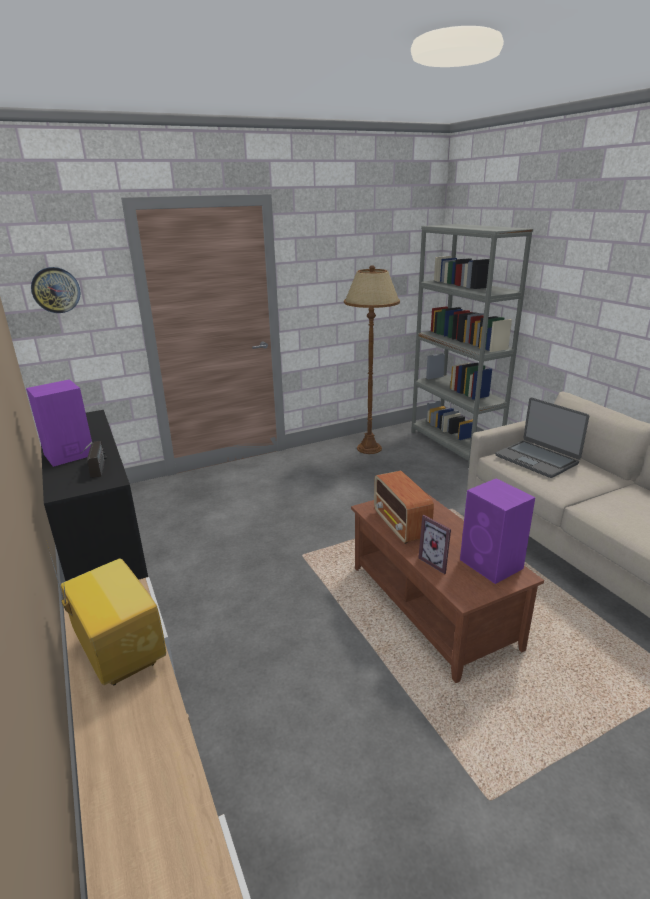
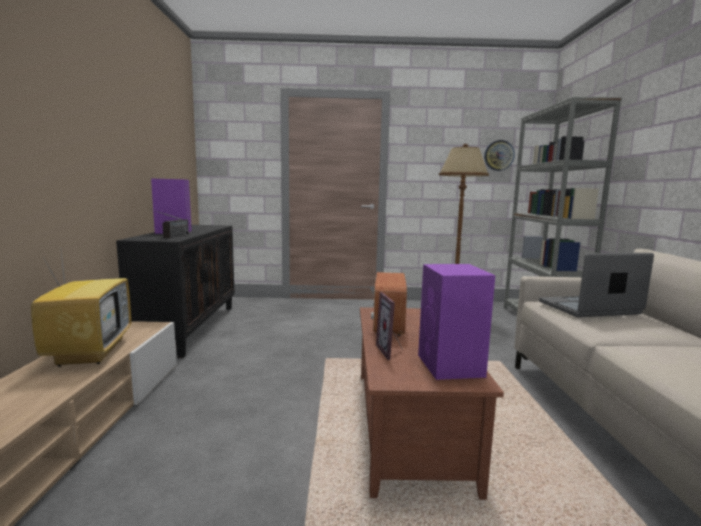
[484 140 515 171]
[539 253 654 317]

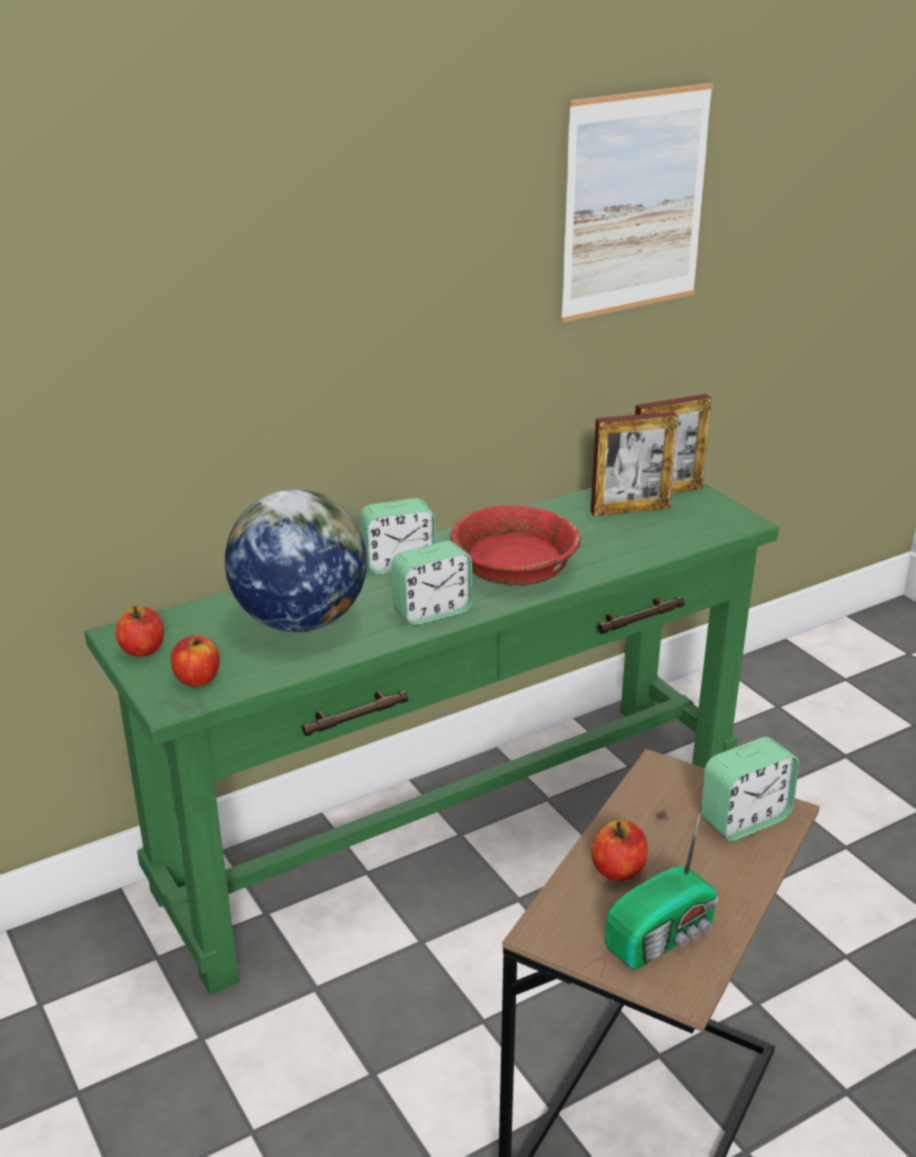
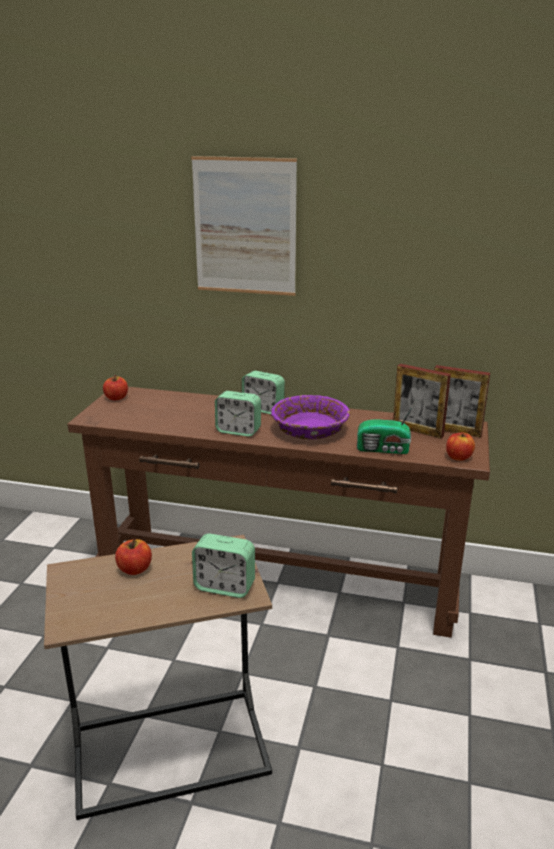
[67 387 490 638]
[446 433 475 461]
[225 489 367 632] (first image)
[271 395 350 439]
[191 156 297 296]
[357 400 417 454]

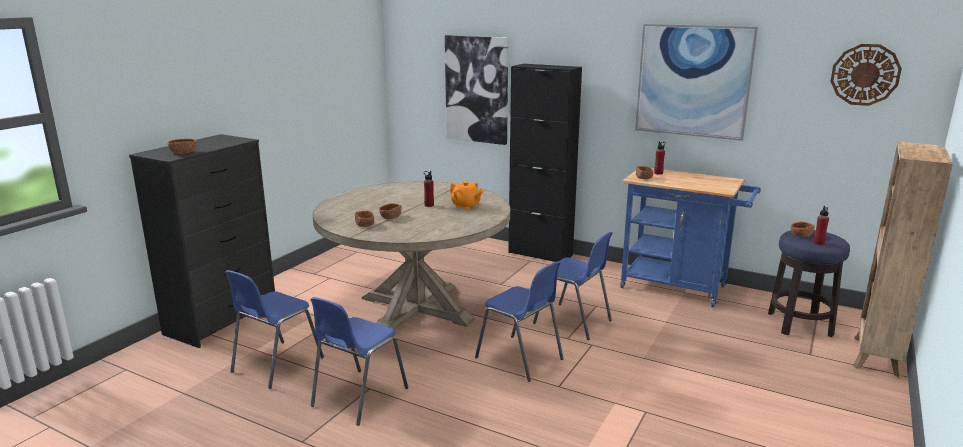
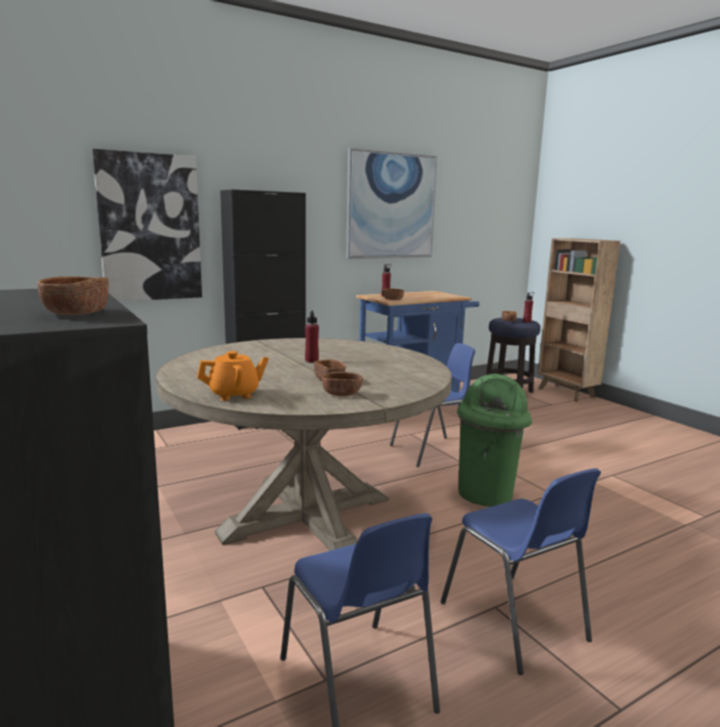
[197 351 269 401]
[457 374 532 507]
[830 44 902 106] (first image)

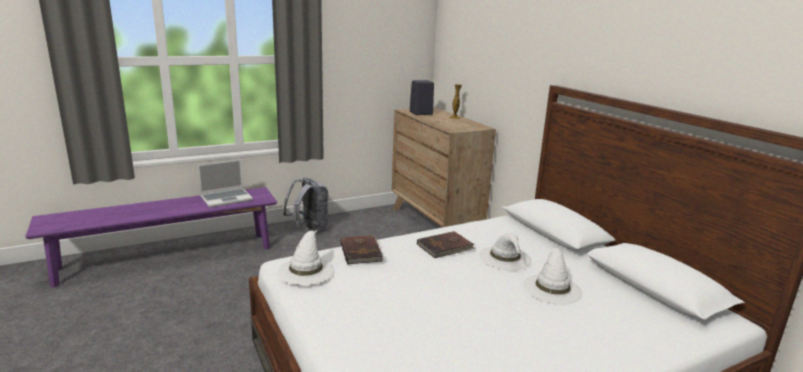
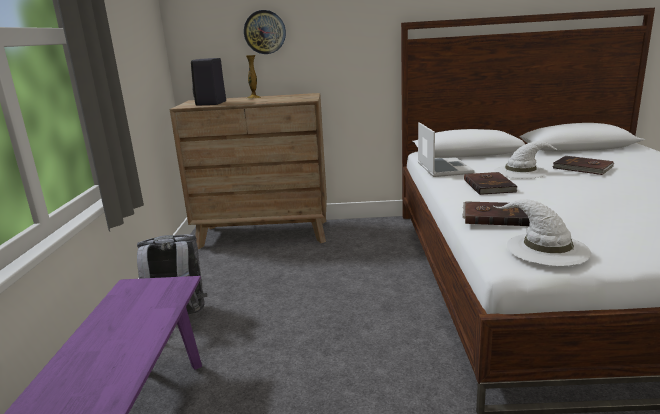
[418 122 475 177]
[552 156 614 175]
[244 10 286 54]

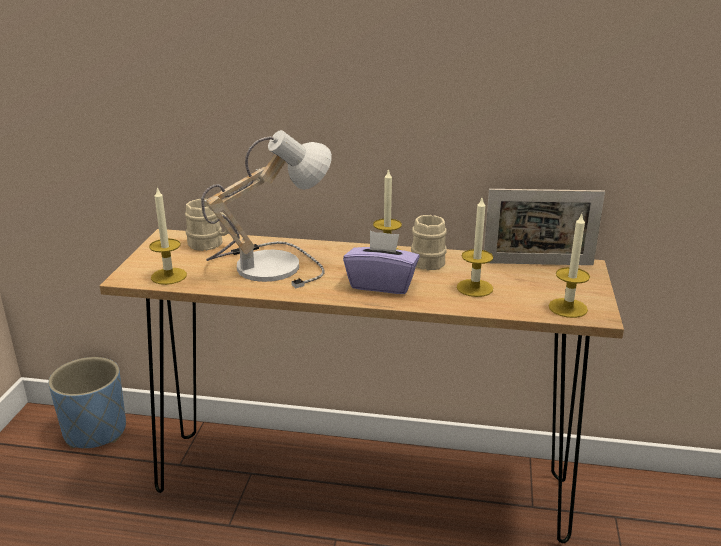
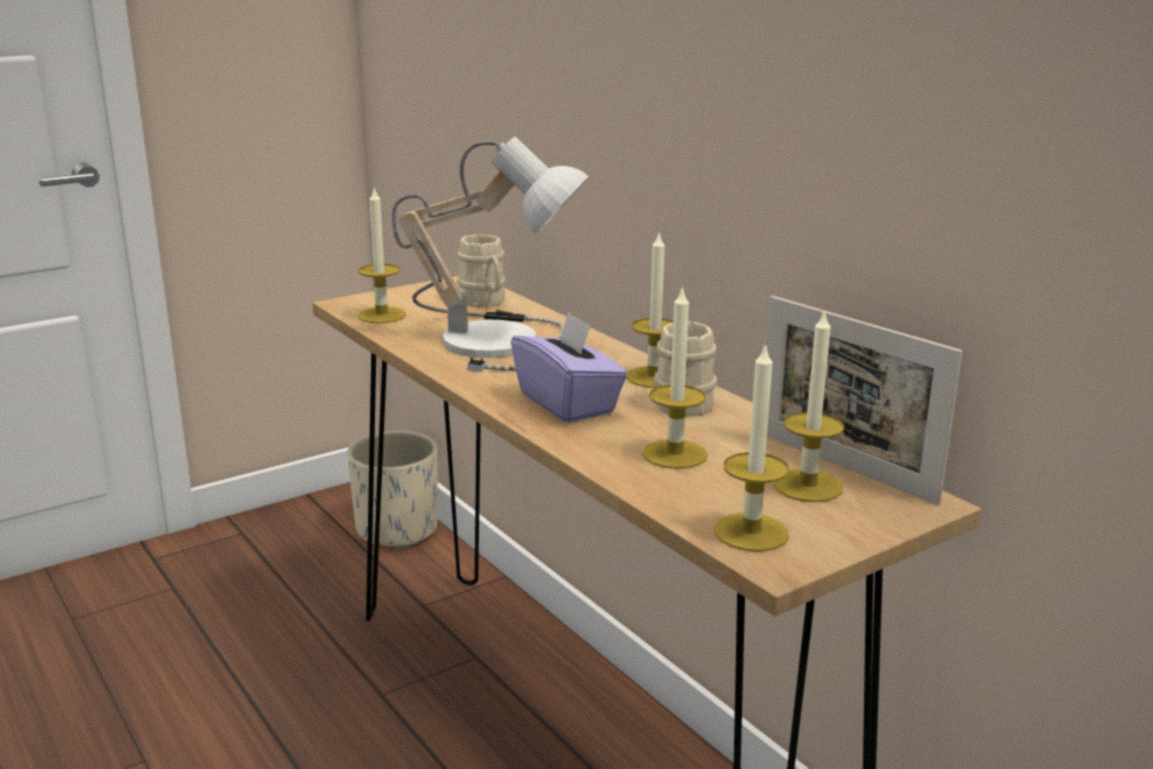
[347 431 438 550]
[773 308 844 502]

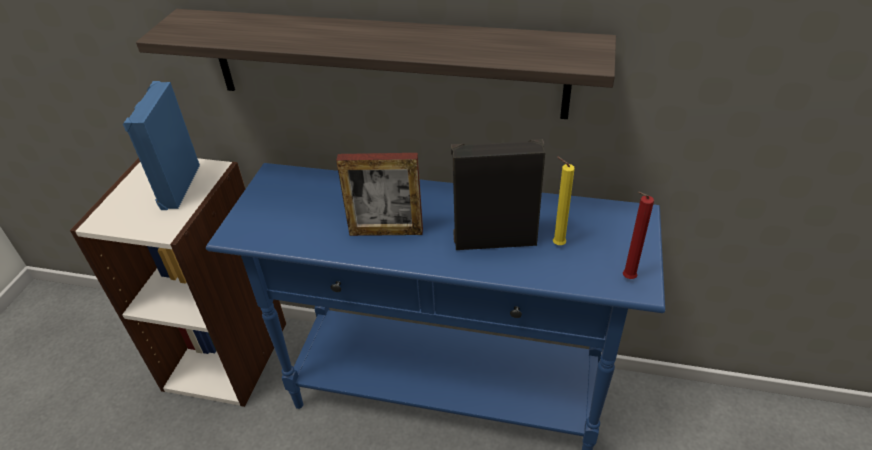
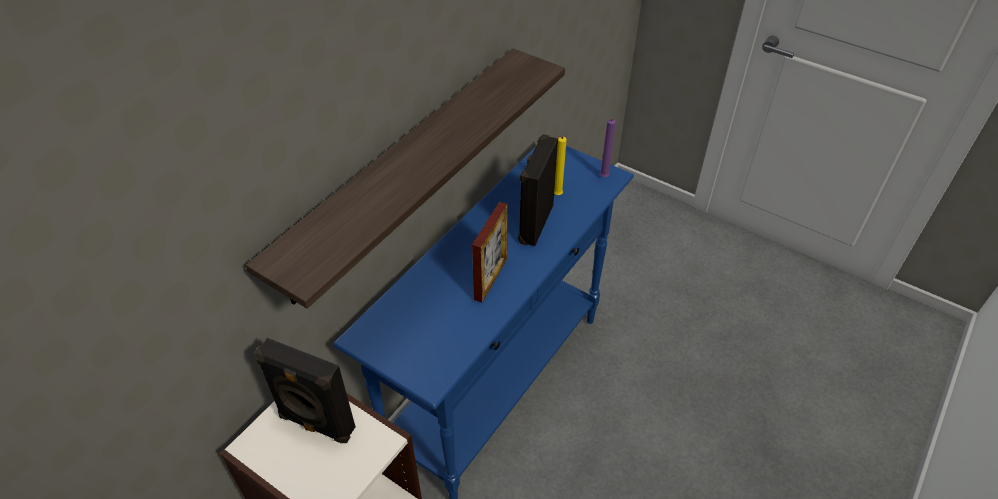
[254 338 355 443]
[600 119 616 177]

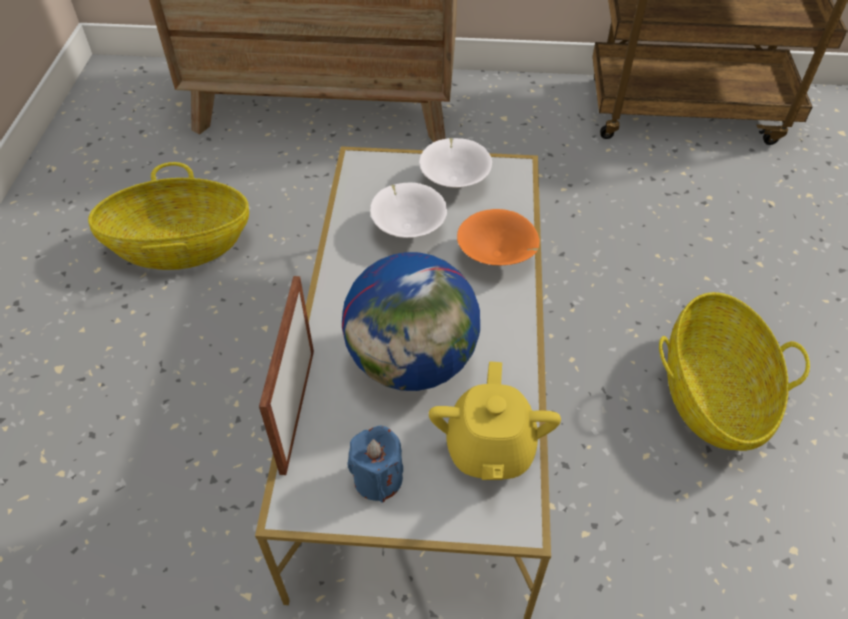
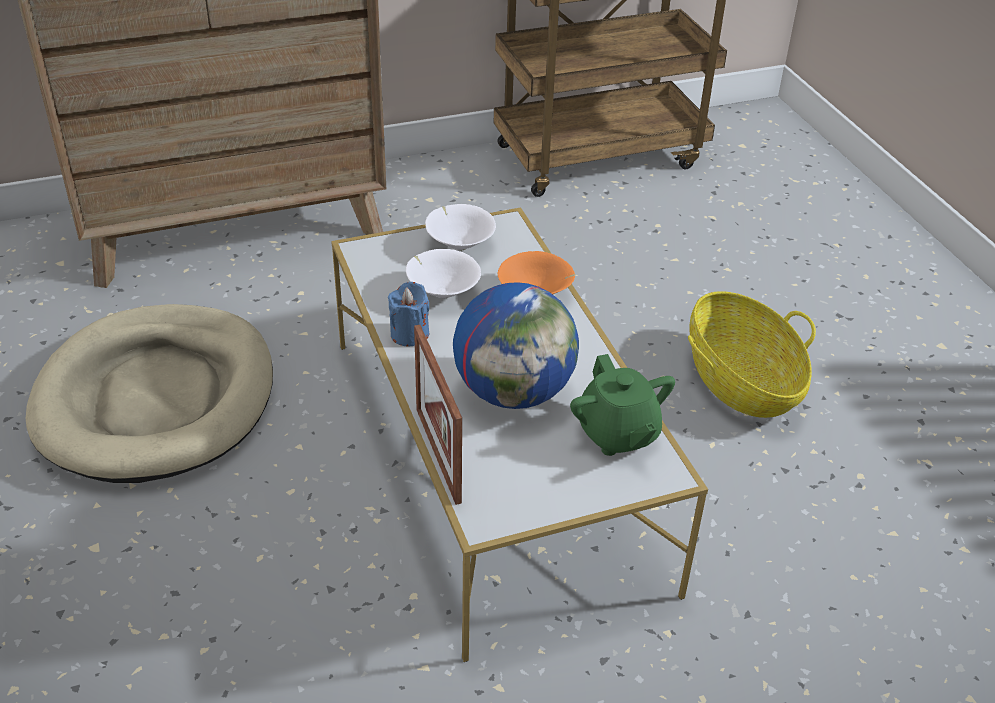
[26 304 273 483]
[388 282 429 346]
[570 354 675 456]

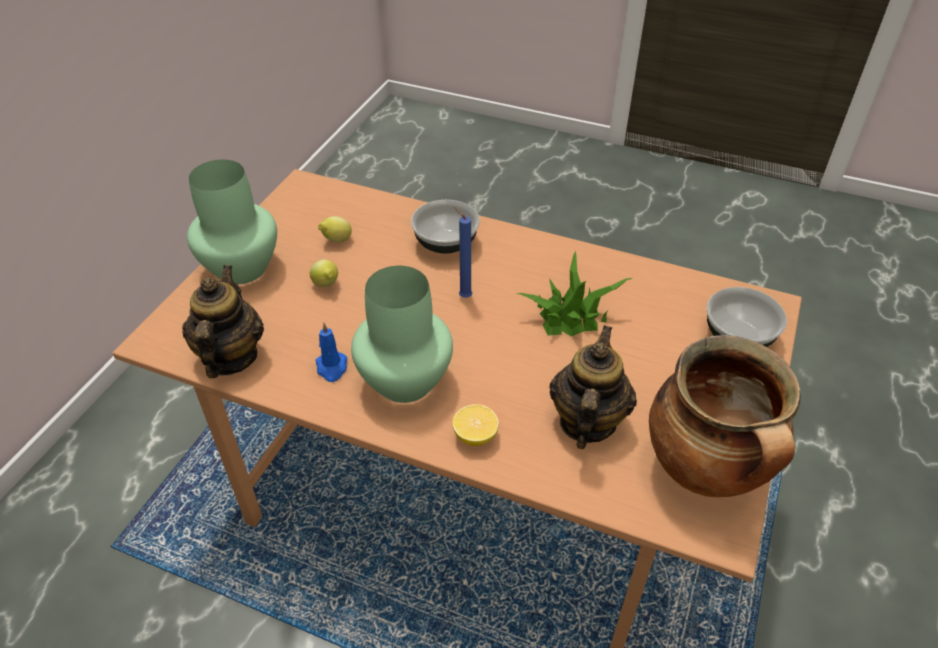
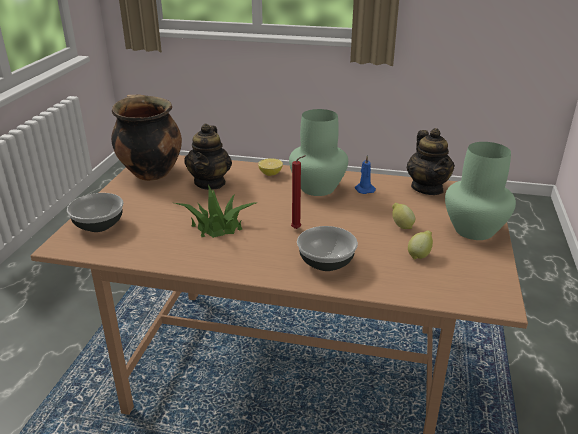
[291 156 305 229]

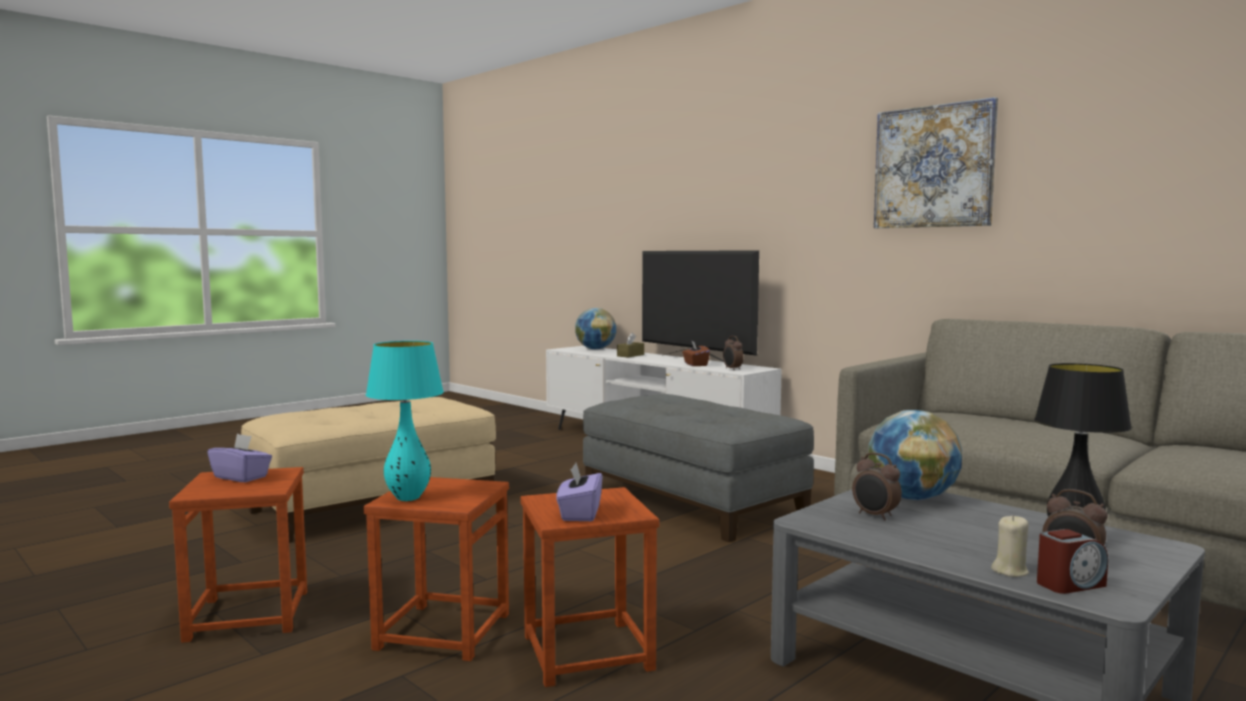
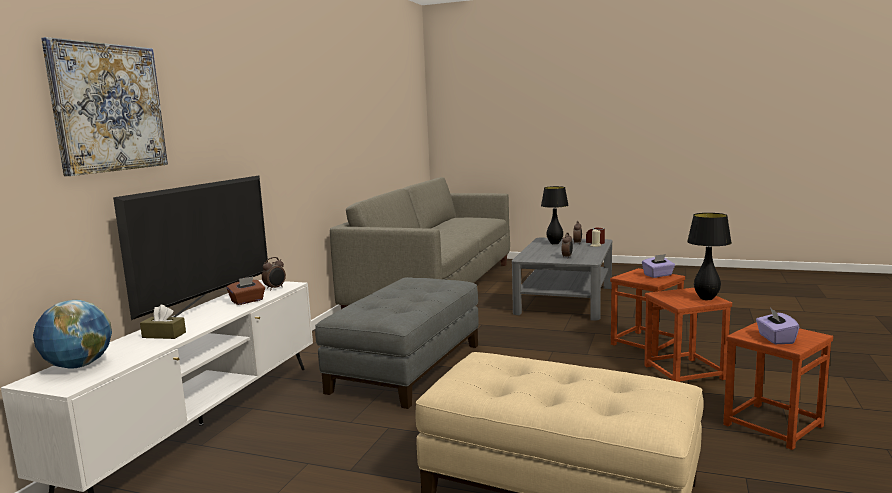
[687 213 732 300]
[868 410 962 500] (first image)
[41 37 168 176]

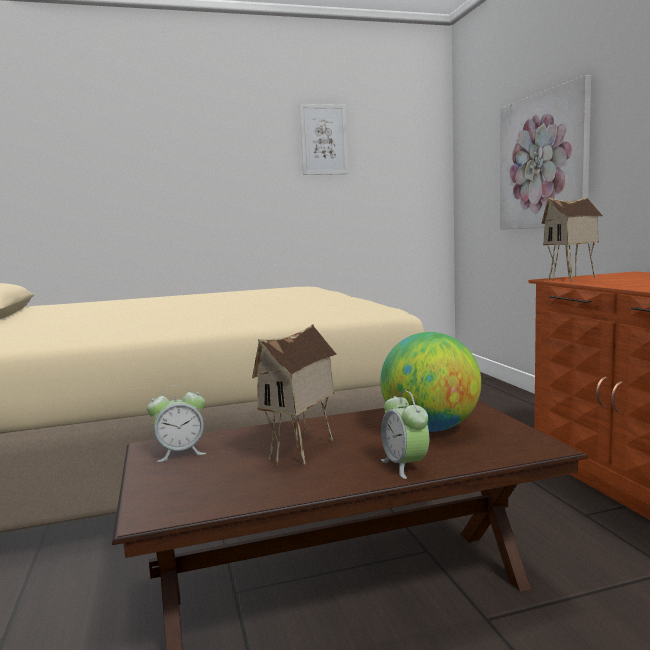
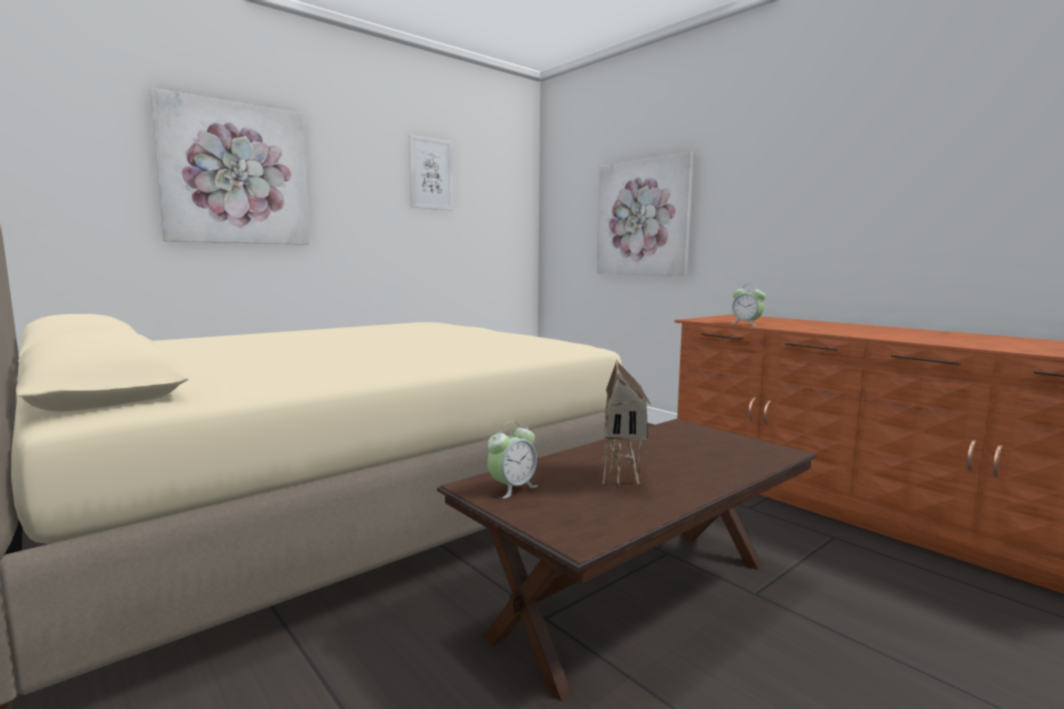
[380 332 481 432] (first image)
[730 284 766 326]
[541 197 603 281] (first image)
[149 88 310 245]

